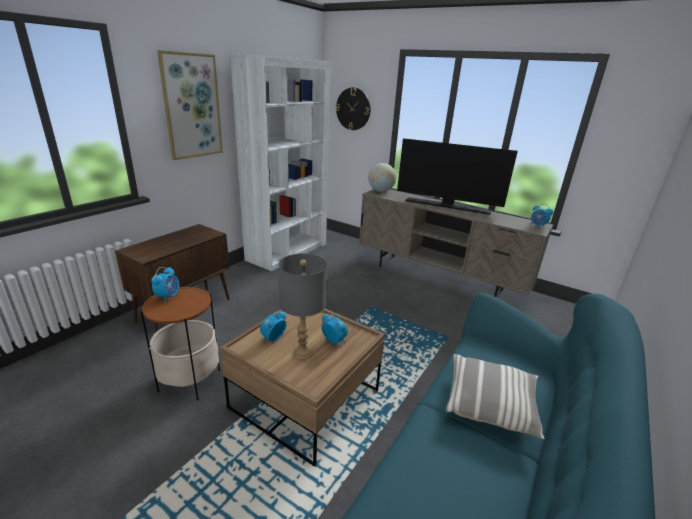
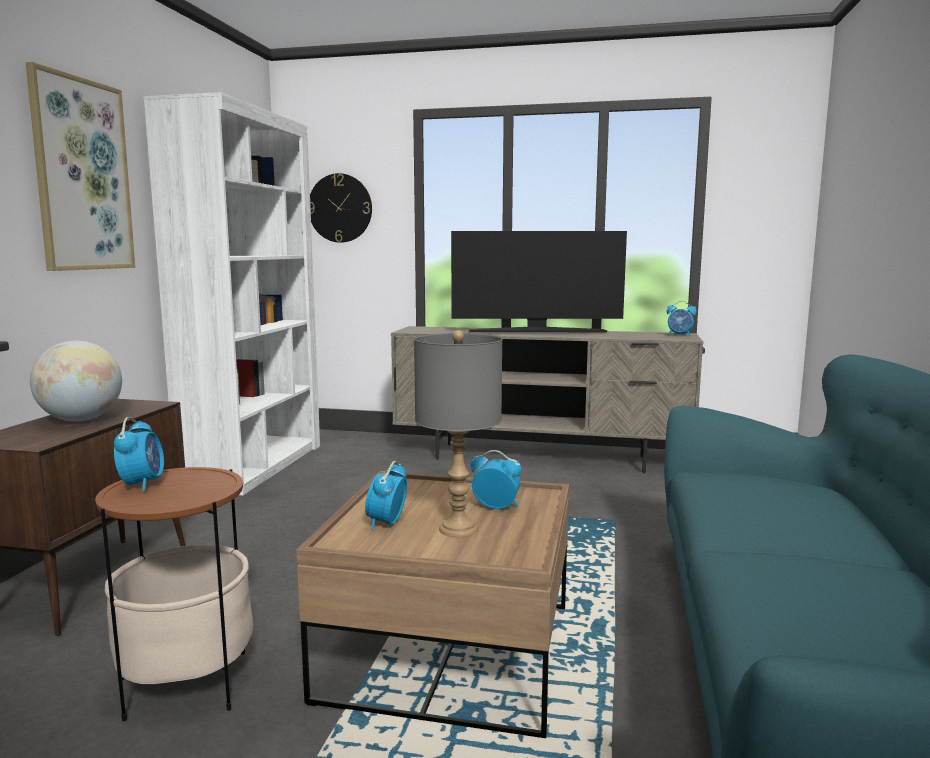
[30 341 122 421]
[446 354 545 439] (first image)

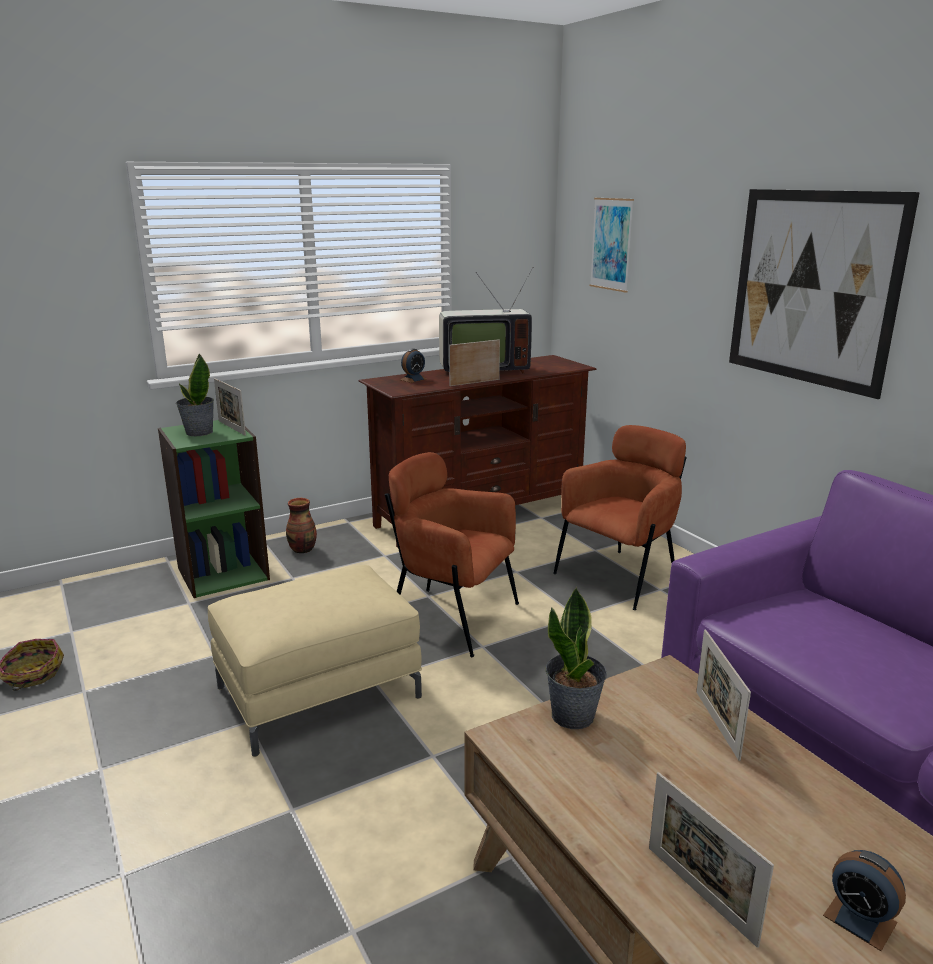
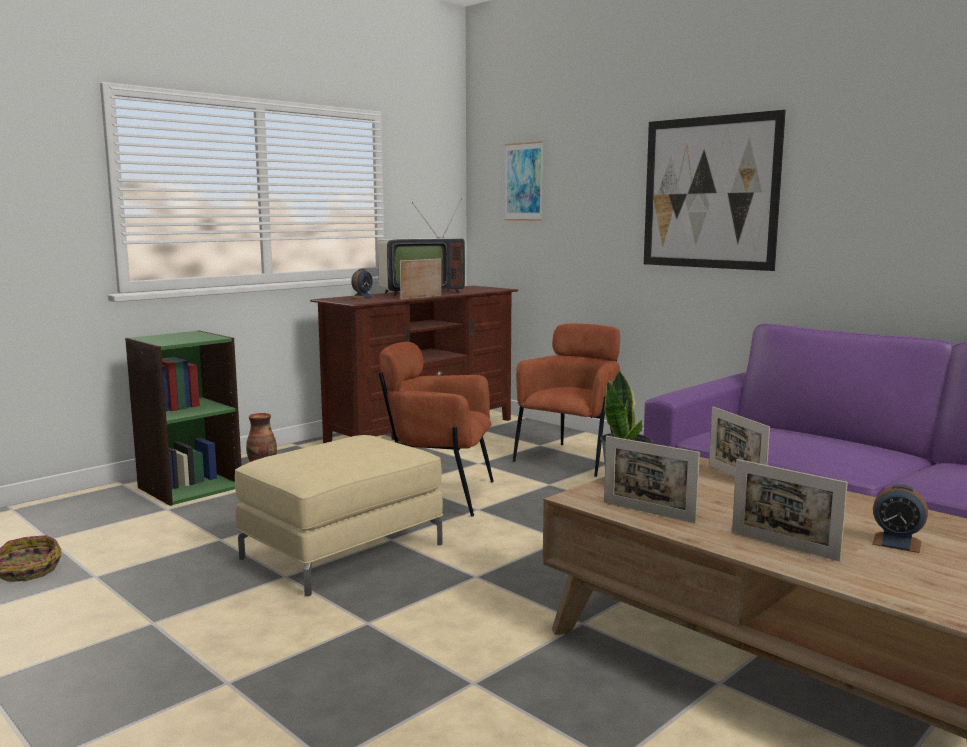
[176 353 214 436] (first image)
[604 436 700 523]

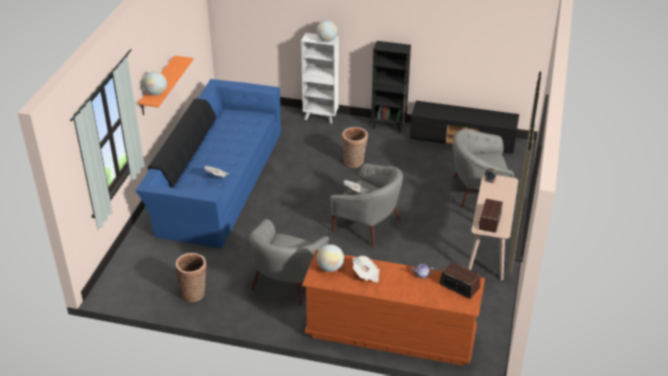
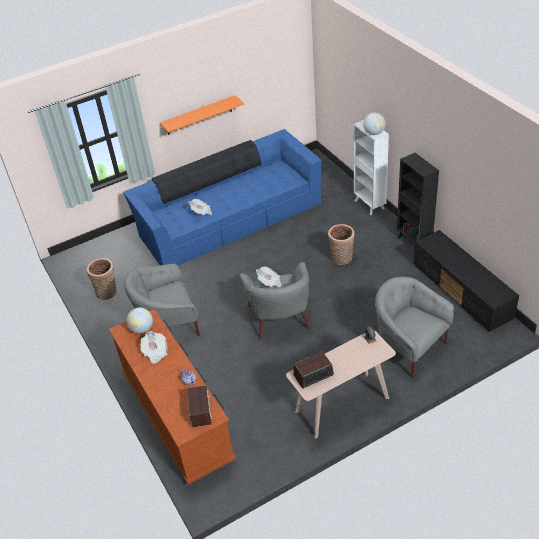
[143 71 167 95] (first image)

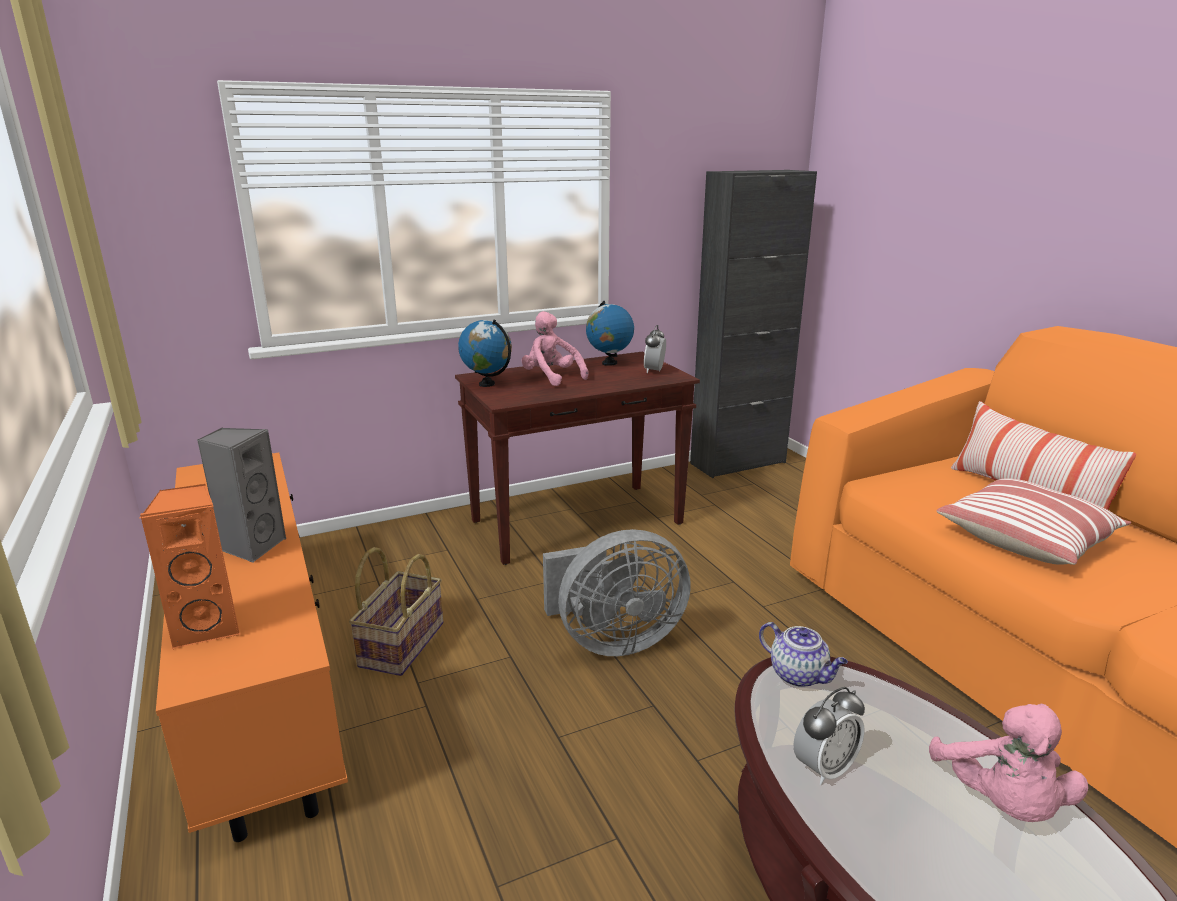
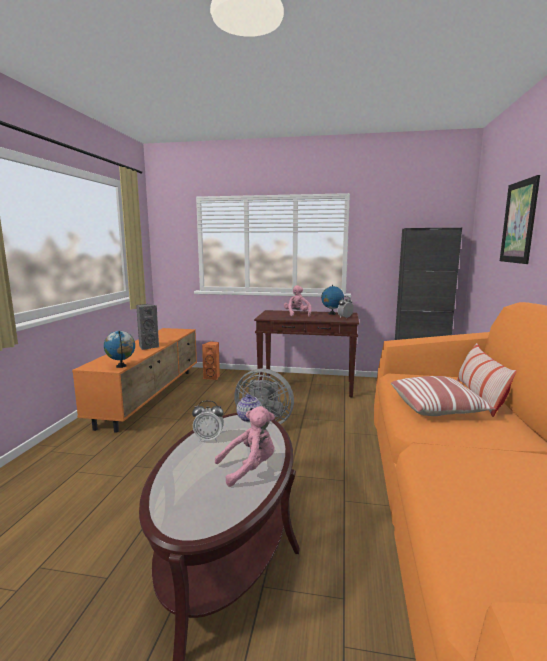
[202 341 220 380]
[349 547 443 676] (first image)
[104 331 135 368]
[215 406 275 487]
[500 175 540 264]

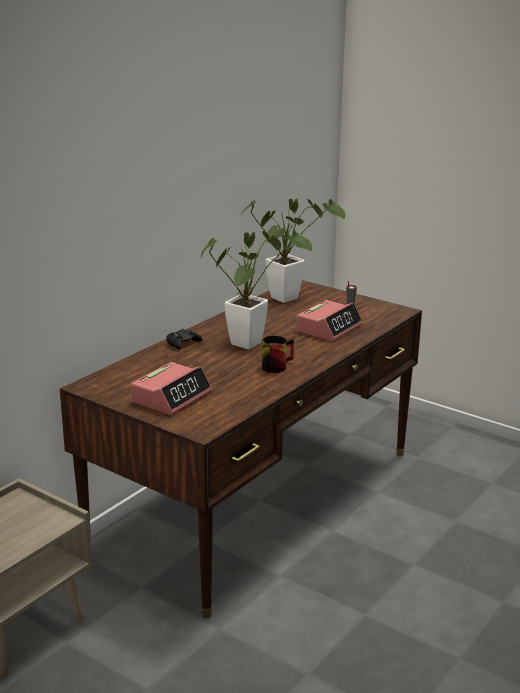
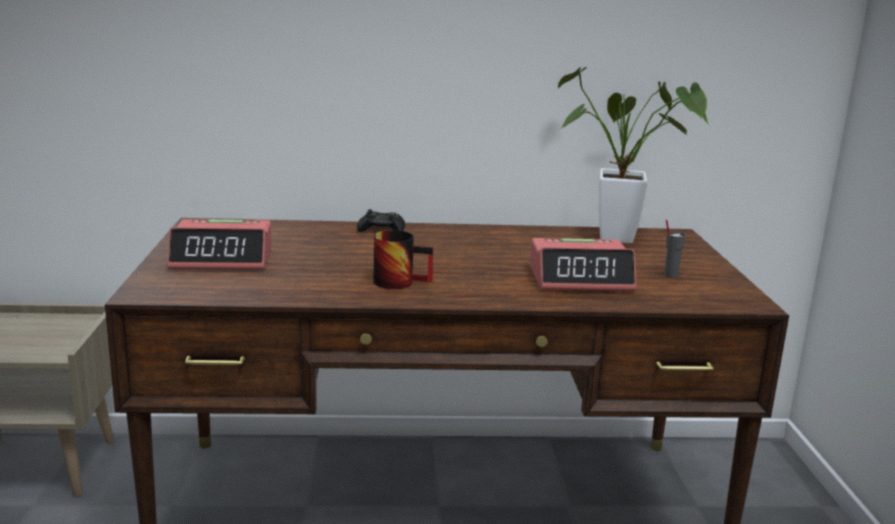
[200 230 313 349] (first image)

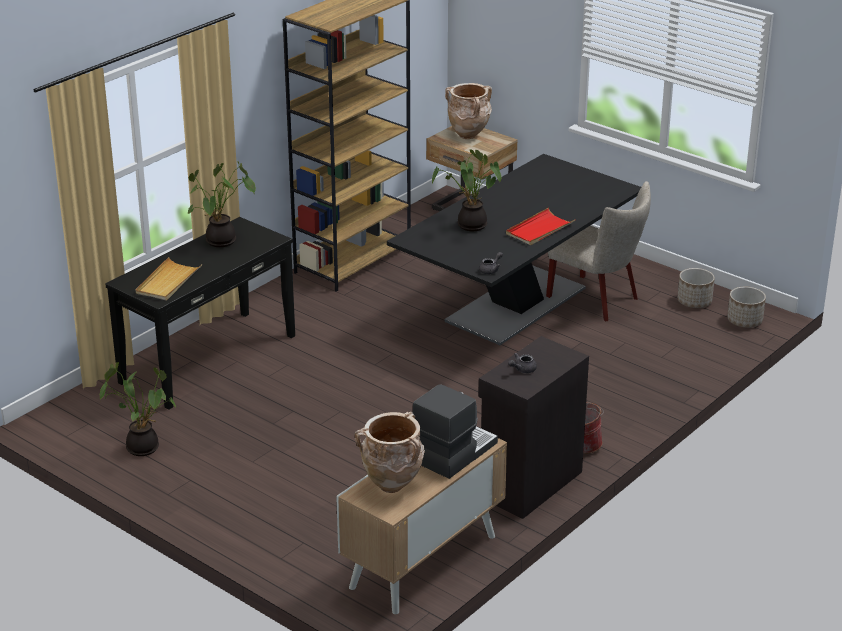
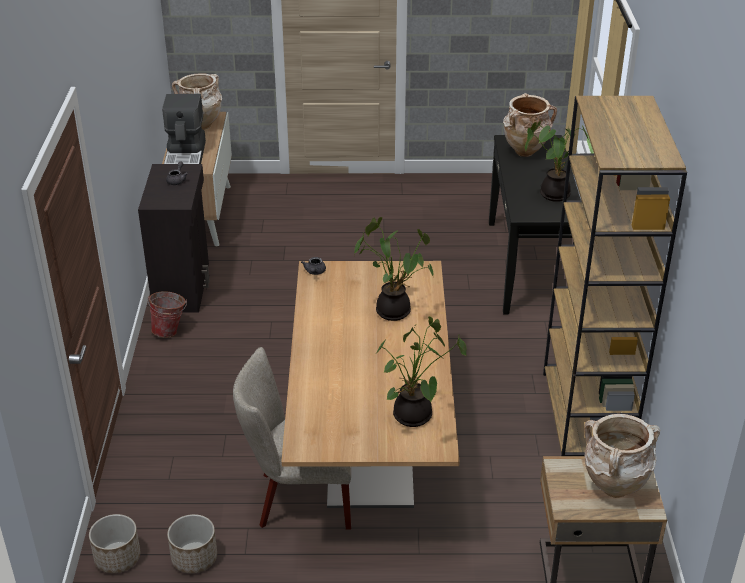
[377 316 466 427]
[503 93 557 157]
[281 261 460 508]
[506 208 575 245] (first image)

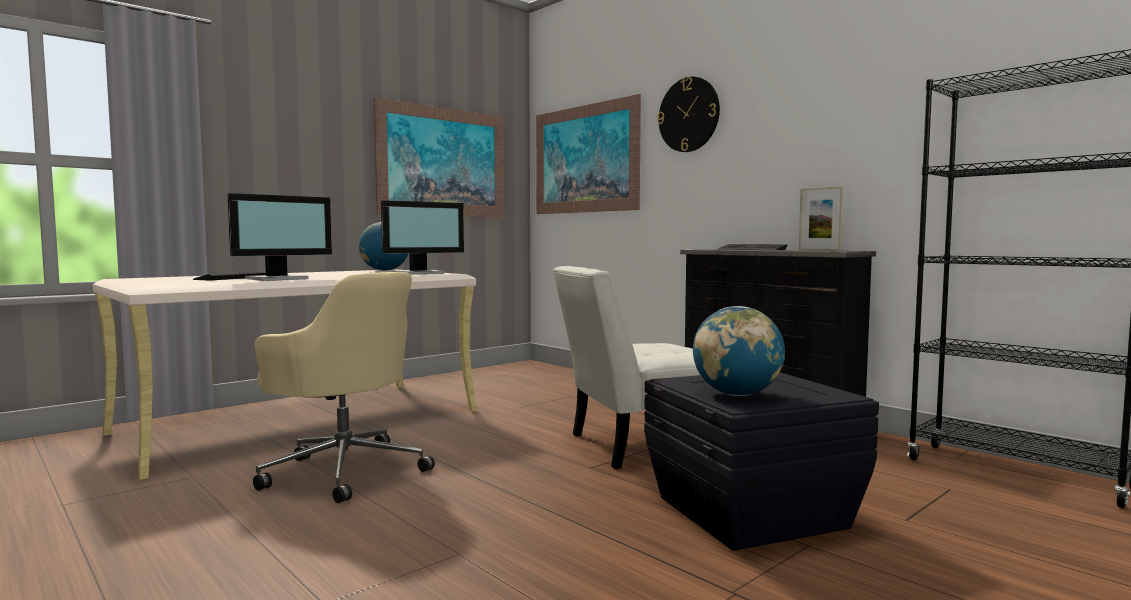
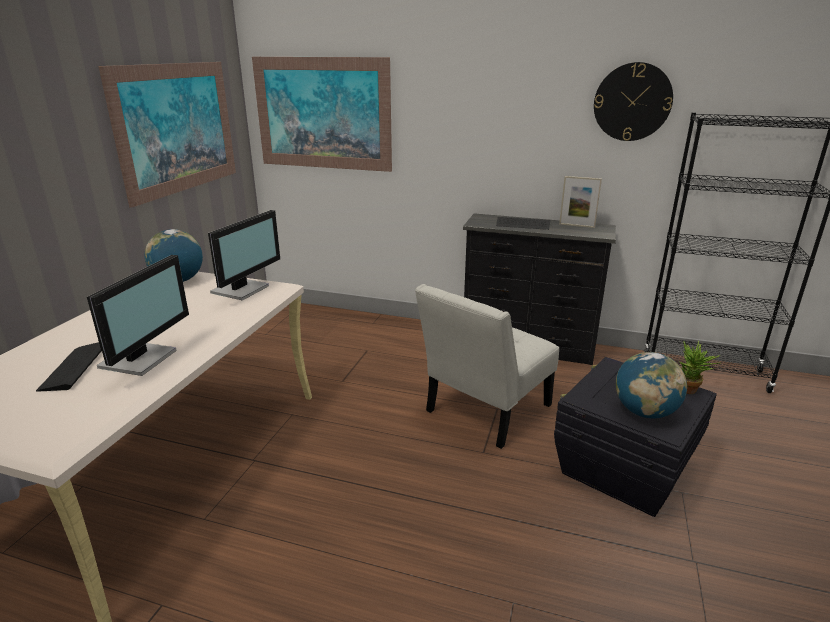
[253 272 435 503] (first image)
[594 62 673 141]
[679 341 720 394]

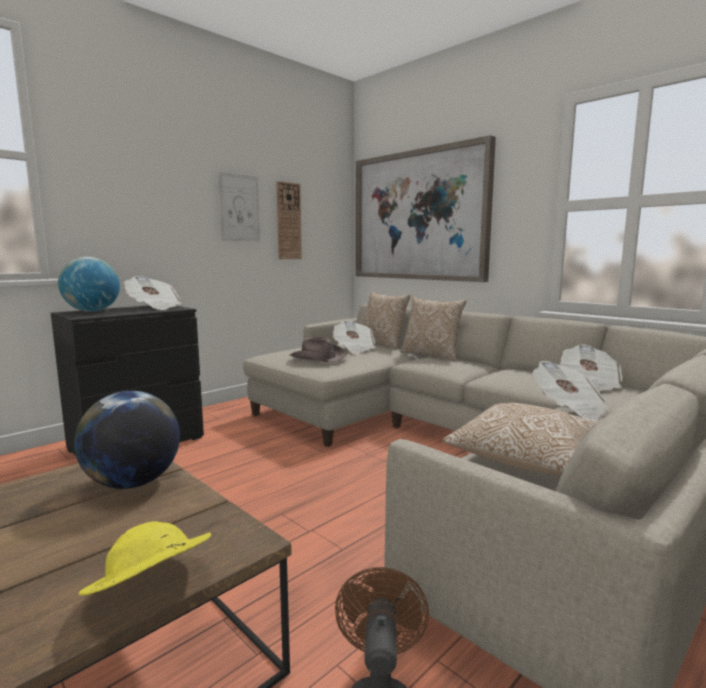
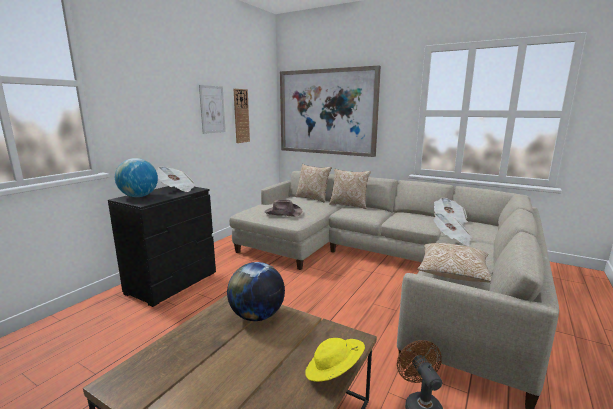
[333 321 375 354] (first image)

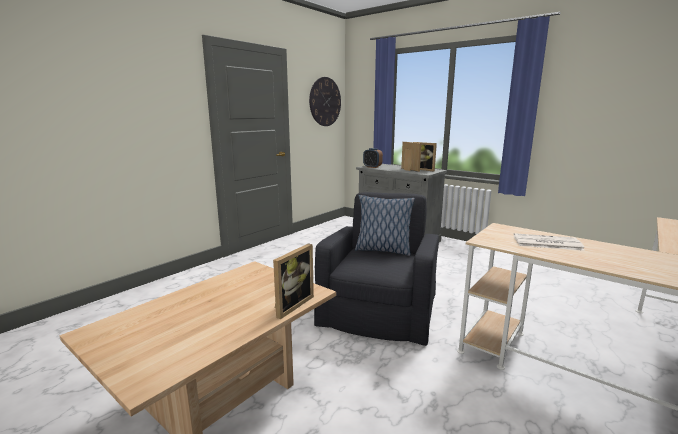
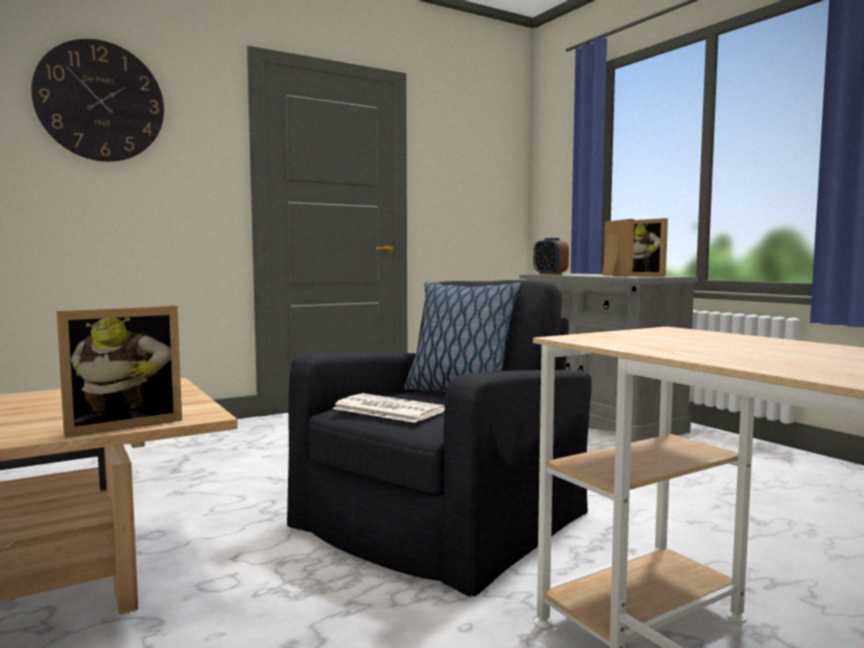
[31 39 164 162]
[332 393 445 423]

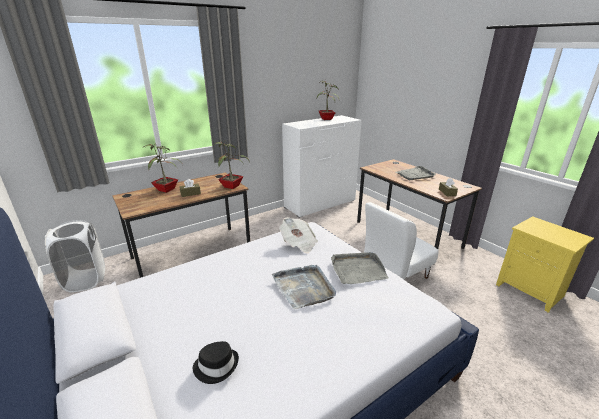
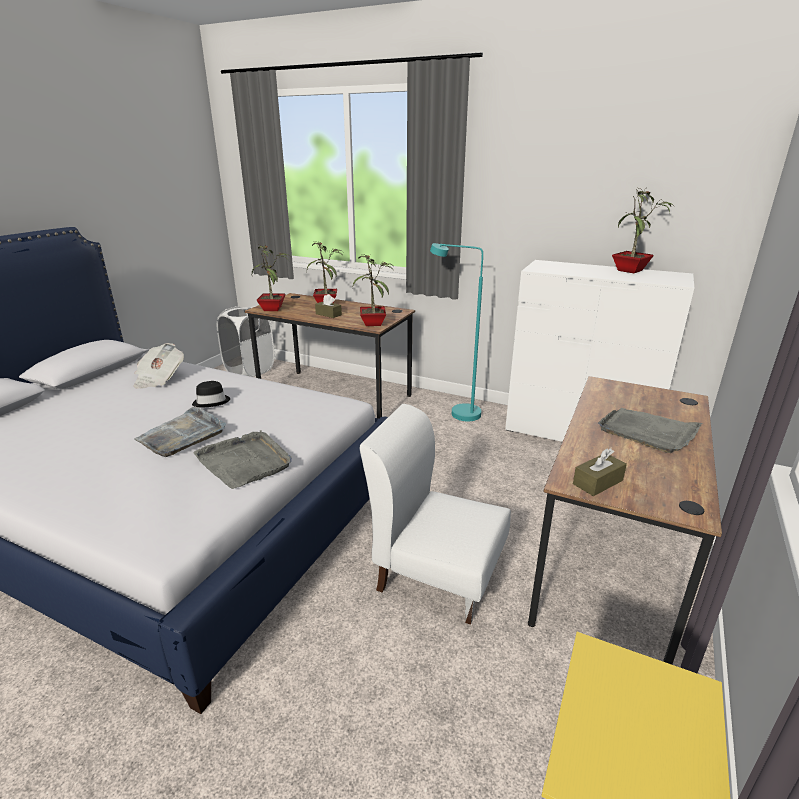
[192 381 231 407]
[133 343 184 389]
[252 244 289 311]
[430 243 483 421]

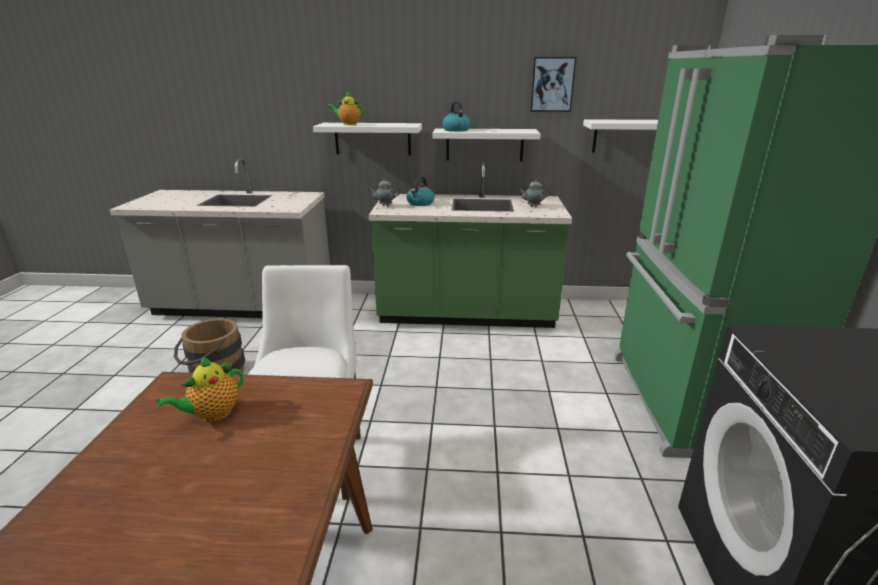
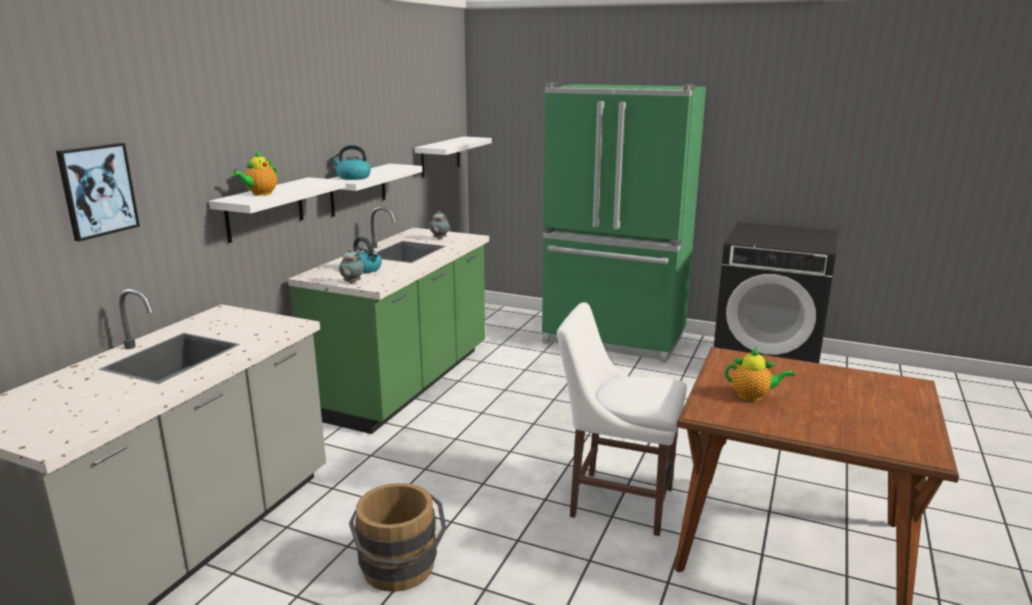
[725 347 795 401]
[56 143 140 241]

